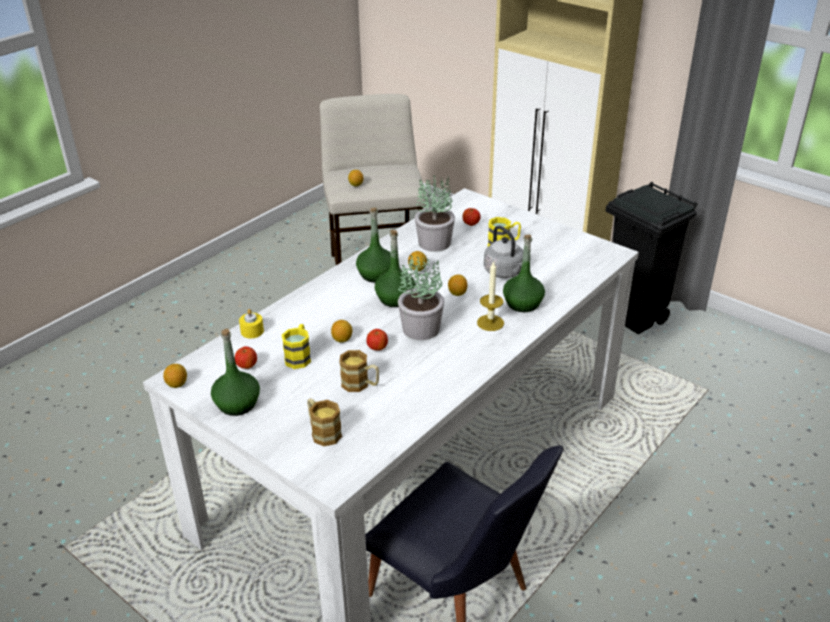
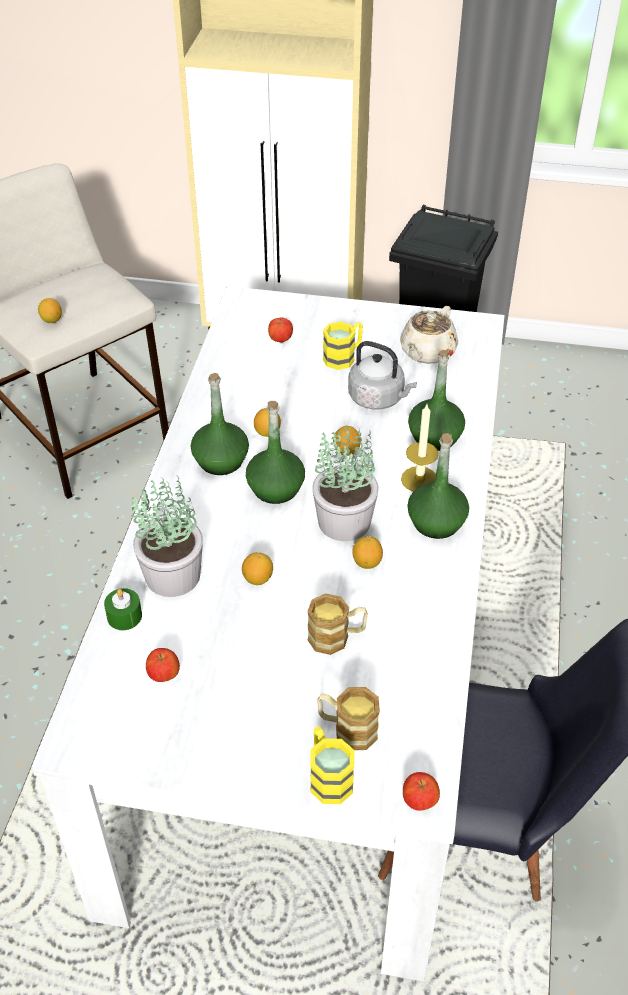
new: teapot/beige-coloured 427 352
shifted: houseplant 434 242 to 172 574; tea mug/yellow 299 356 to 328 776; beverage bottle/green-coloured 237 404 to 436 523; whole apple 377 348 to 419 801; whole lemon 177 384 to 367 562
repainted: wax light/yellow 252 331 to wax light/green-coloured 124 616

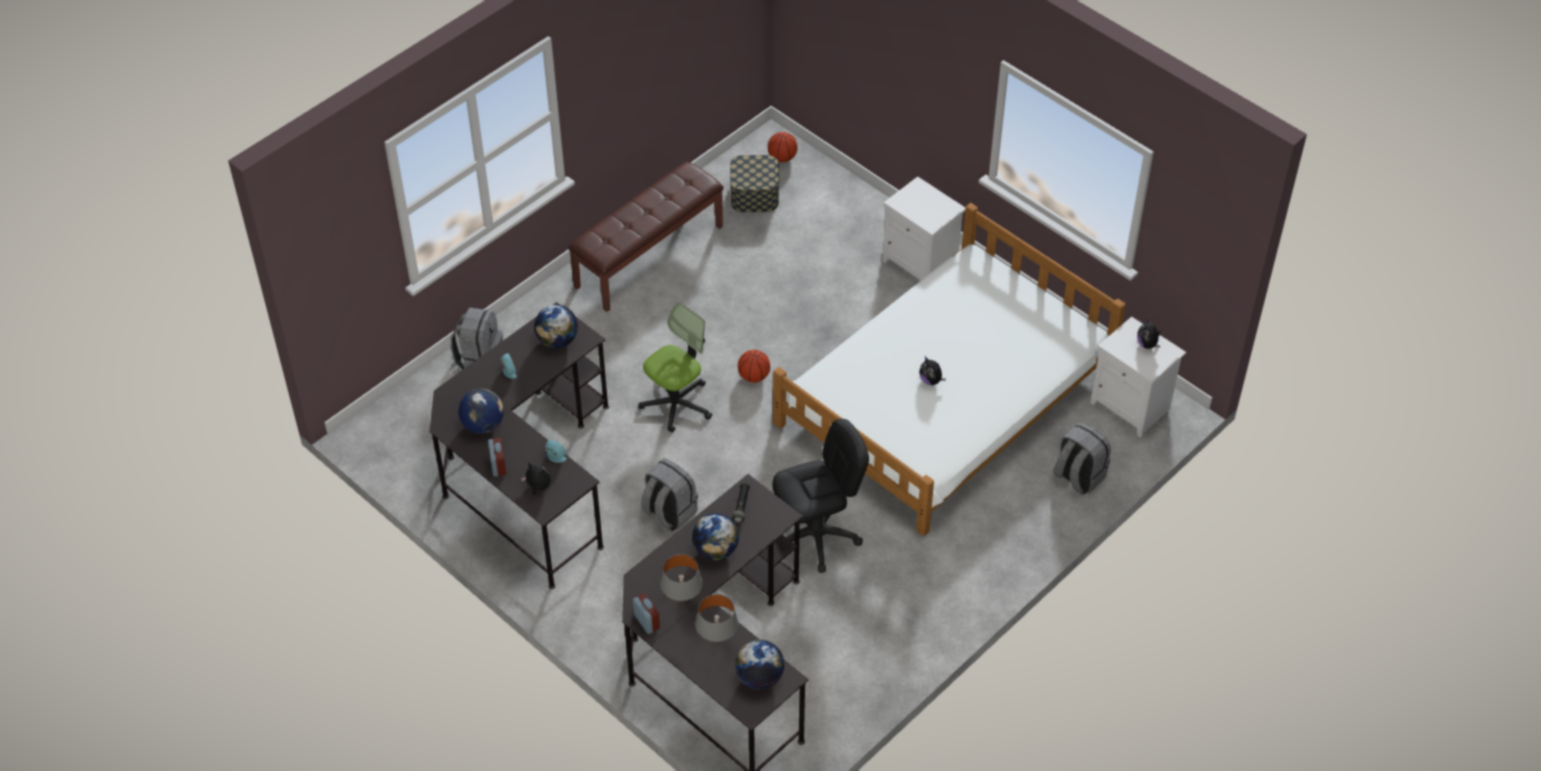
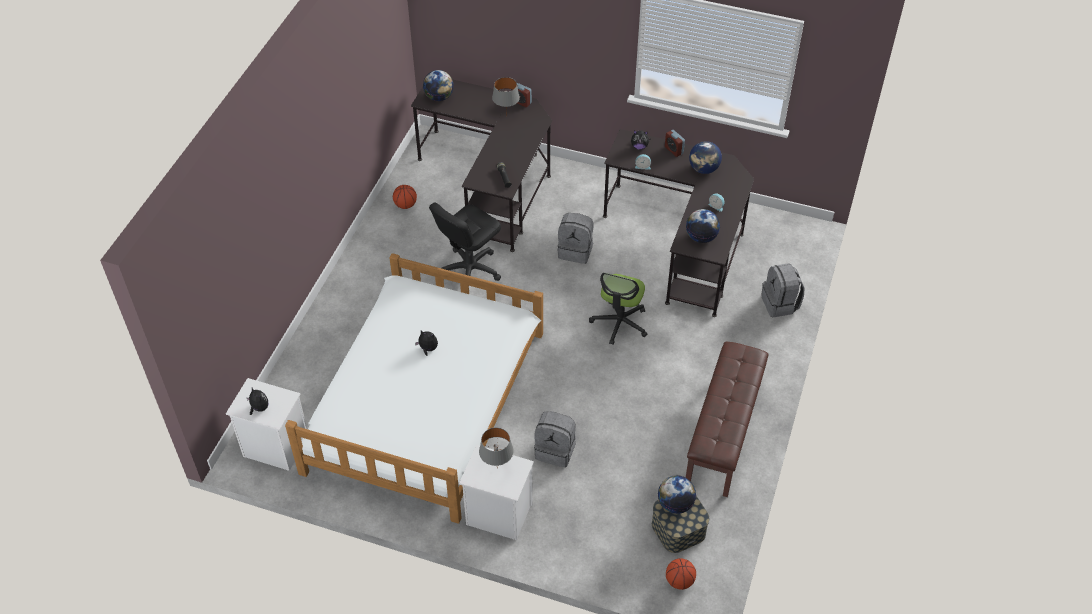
shifted: ball for basketball 754 376 to 405 205; knapsack/gray 1078 476 to 556 450; globe 715 550 to 675 504; lamp for a table/gray 717 645 to 497 468

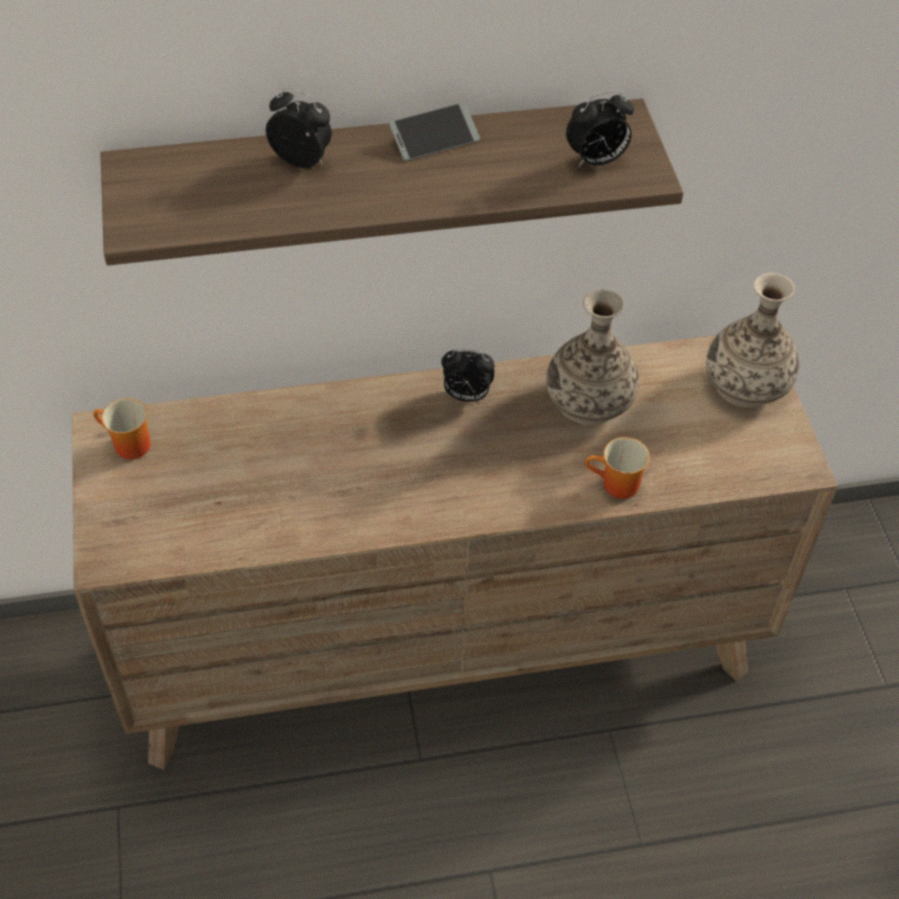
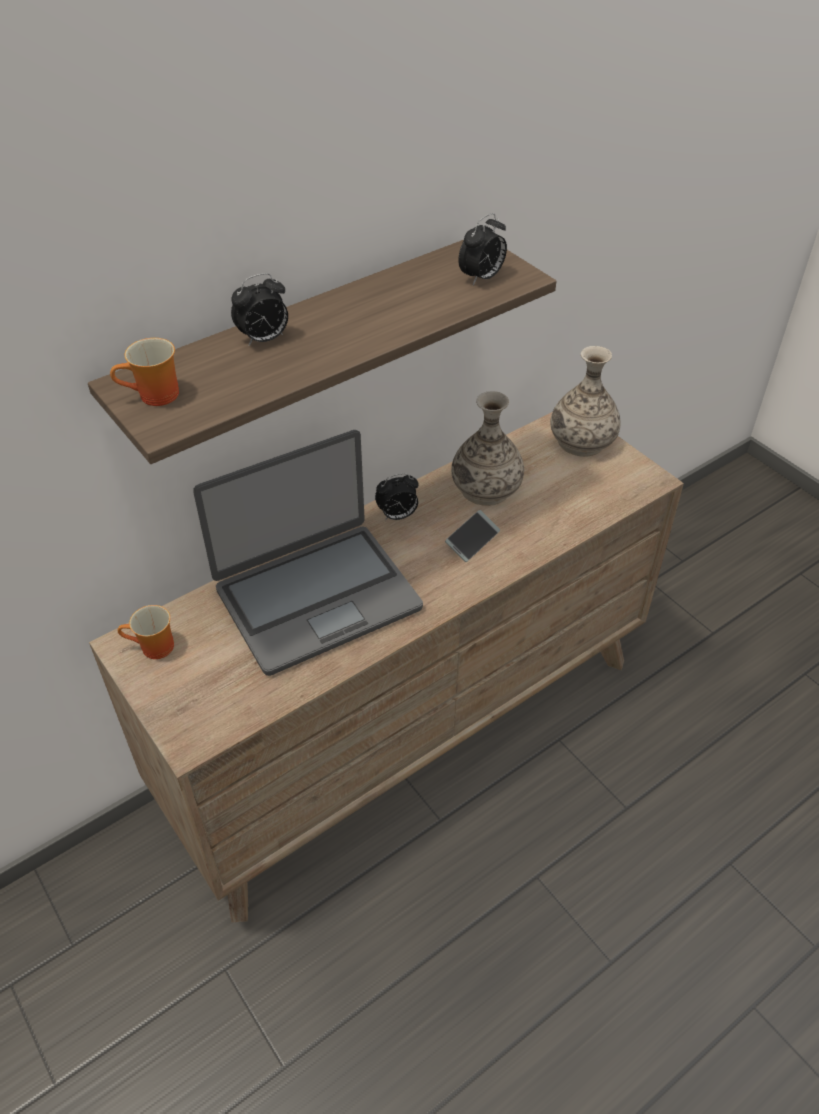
new: laptop 316 597
shifted: phone 434 139 to 472 540; tea mug 616 486 to 155 397
rotated: table clock 303 160 = 264 339 150 degrees clockwise

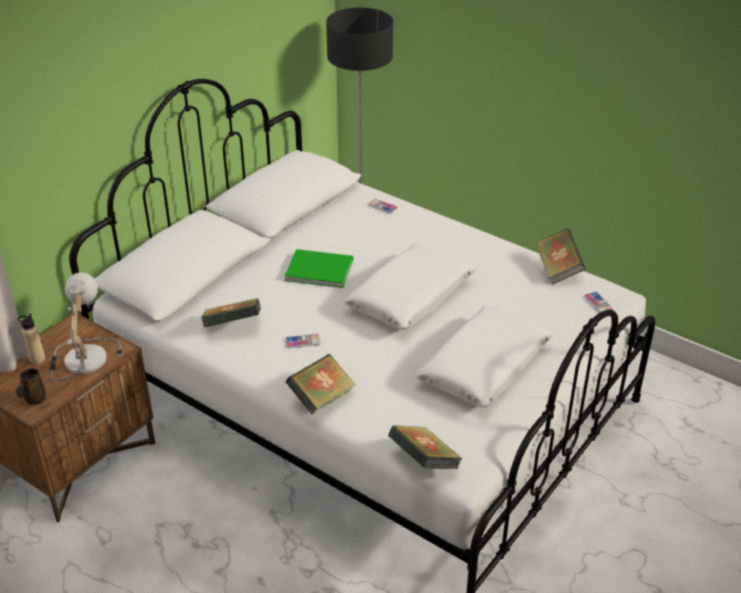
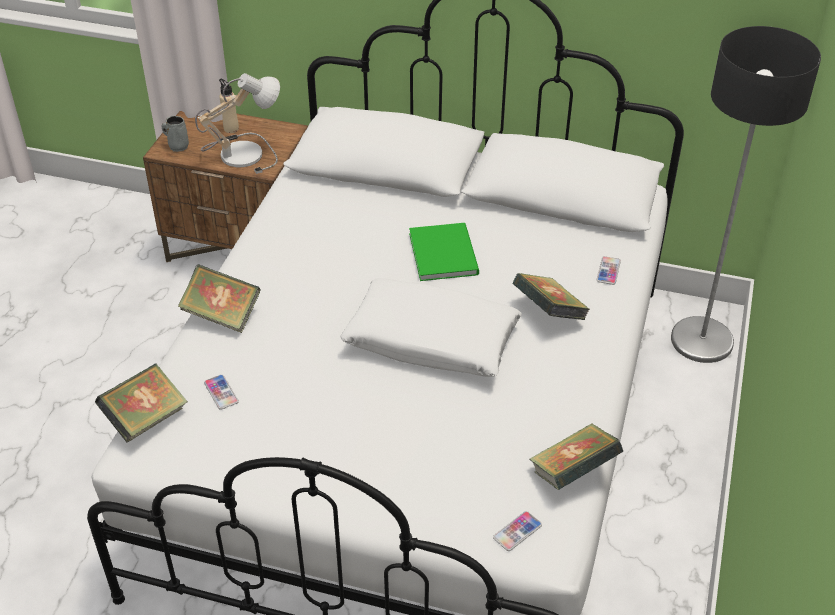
gone: pillow/white-coloured 484 367
shifted: bound book 233 326 to 549 313; phone 303 341 to 221 392
repainted: tea mug/brown-coloured 34 399 to tea mug/gray 177 146

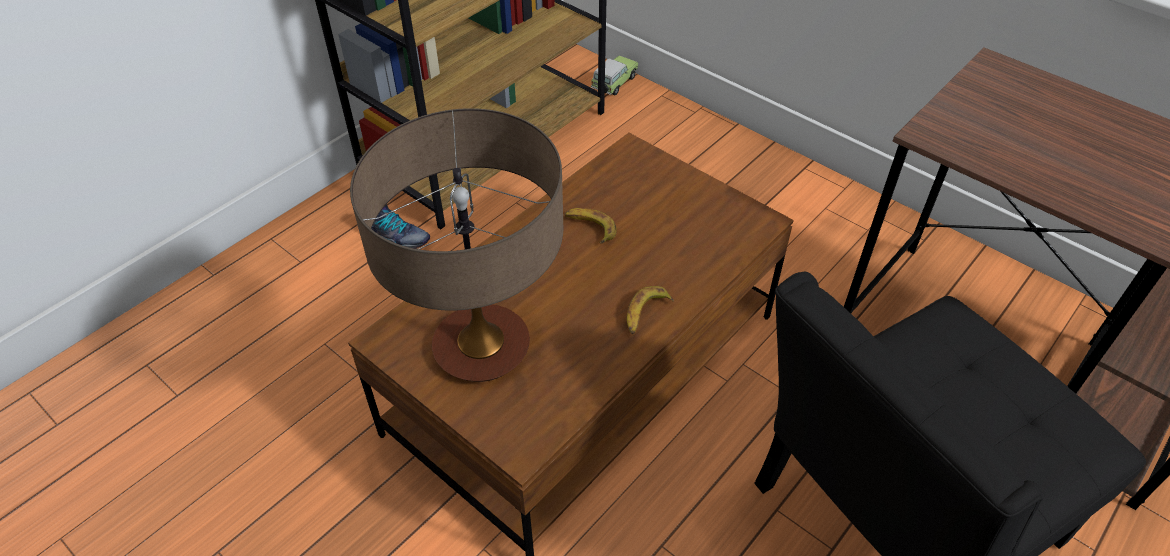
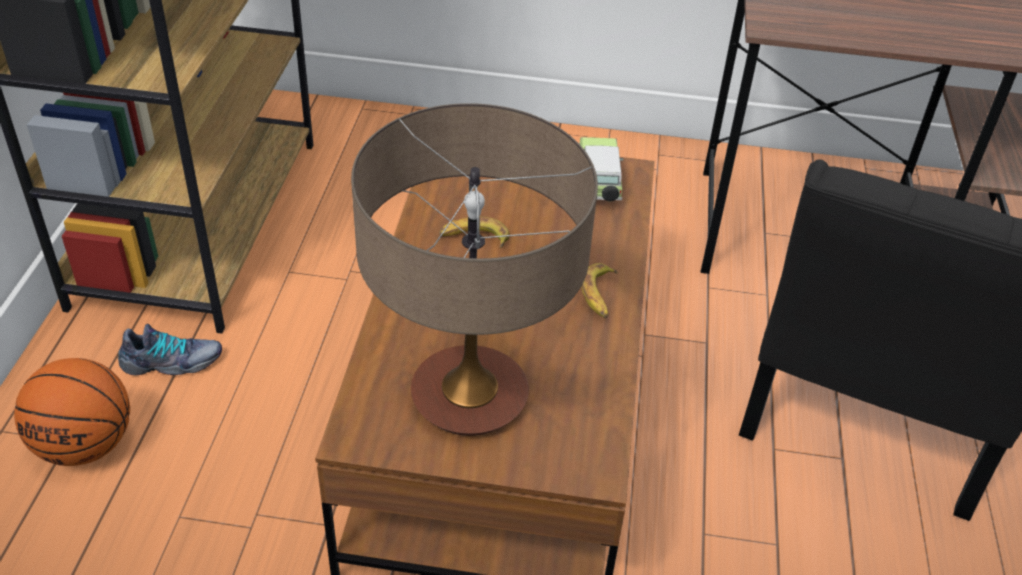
new: ball for basketball 85 445
shifted: miniature car 613 84 to 598 184

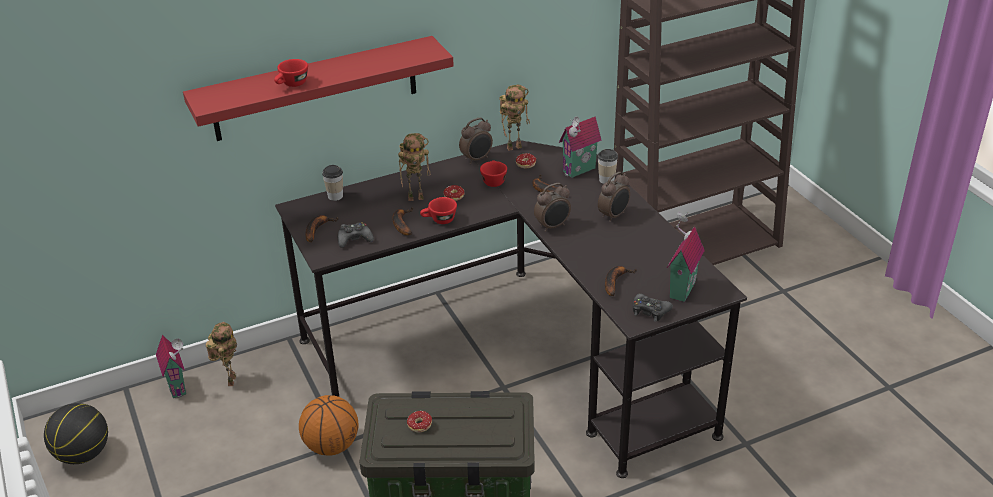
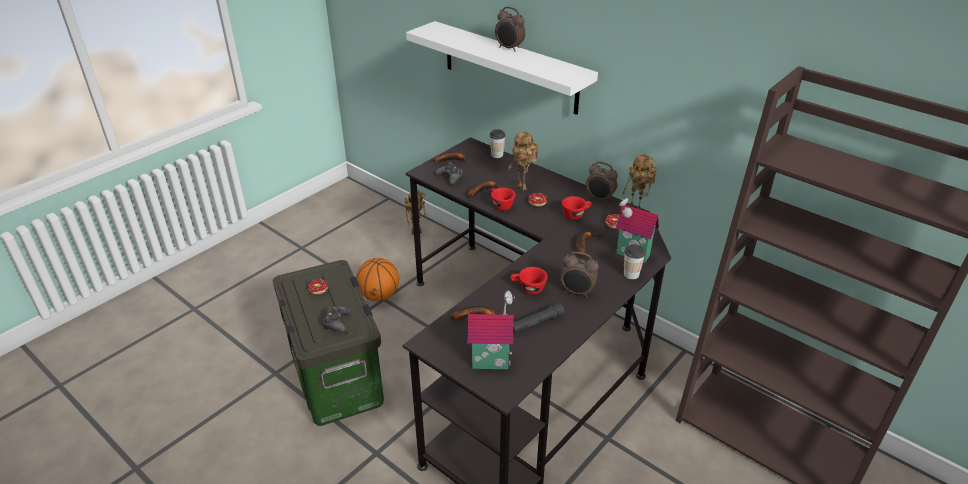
gone: toy house 178 386; ball for basketball 83 454
new: hand torch/black 536 323
shifted: cup/reddish 292 85 to 528 289; table clock 553 226 to 509 48; gamepad/black 650 311 to 336 322
repainted: bracket shelf/reddish 315 89 to bracket shelf/white-coloured 509 67

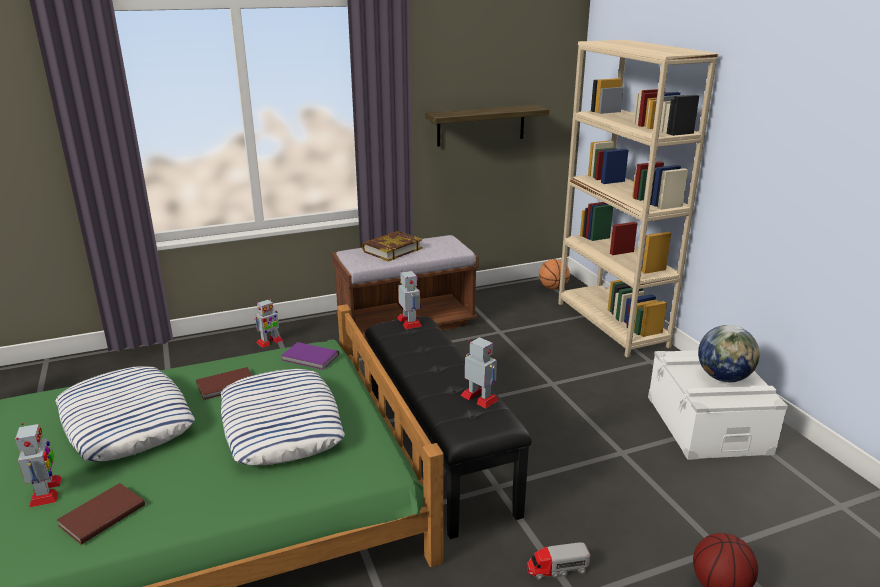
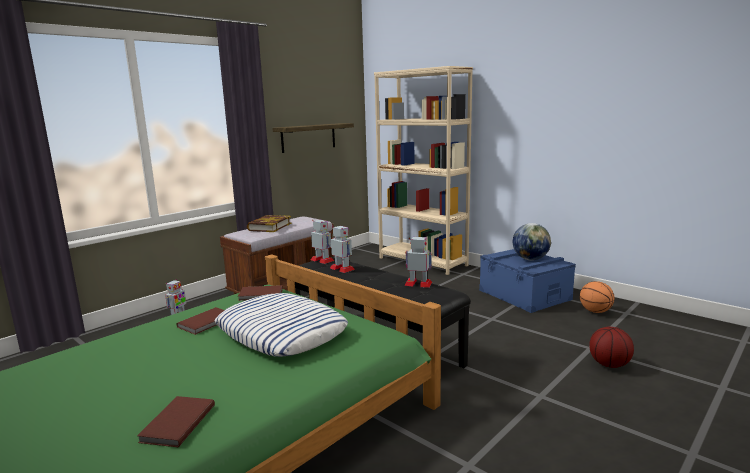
gone: pillow 126 421; model truck 557 569
shifted: ball for basketball 553 288 to 595 311; model robot 46 492 to 342 269
repainted: bound book/purplish 310 358 to bound book/brown-coloured 261 295; storage bin/white-coloured 708 424 to storage bin/bluish 524 295

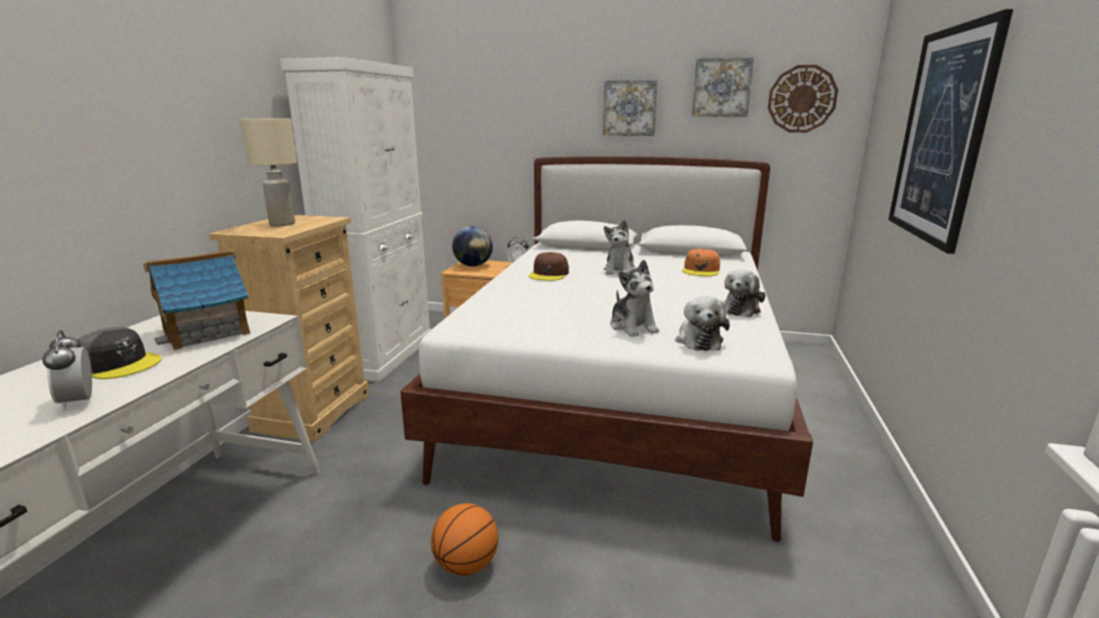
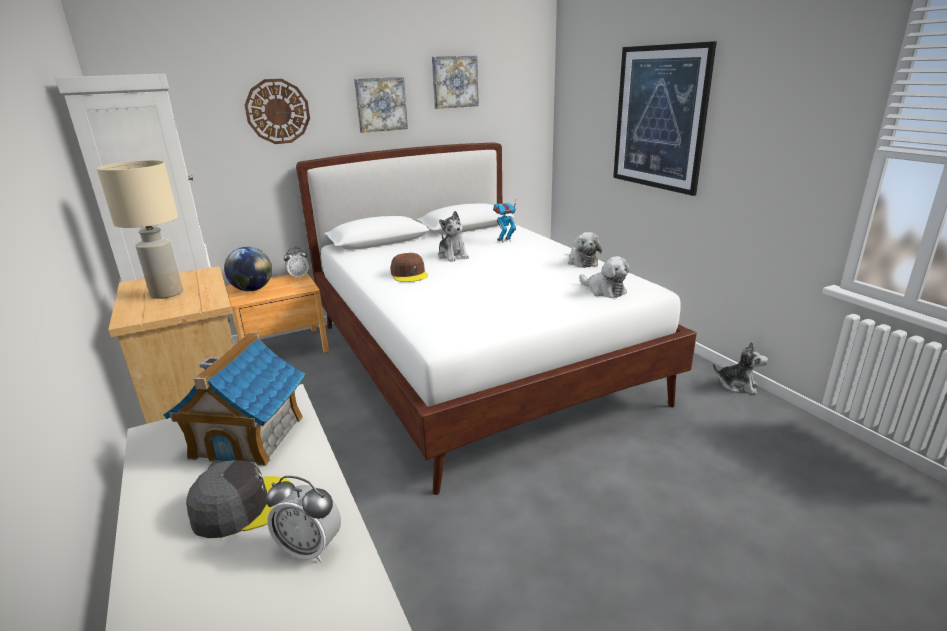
gone: ball for basketball 466 565
shifted: wall clock 802 99 to 278 111; soft toy 633 326 to 737 385
swapped: peaked cap/orangey 701 270 to model robot 504 240

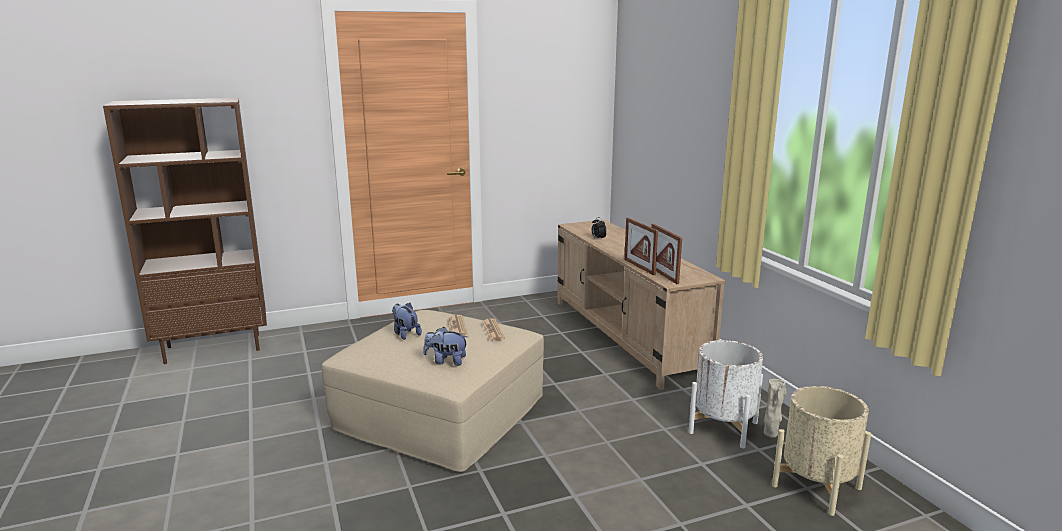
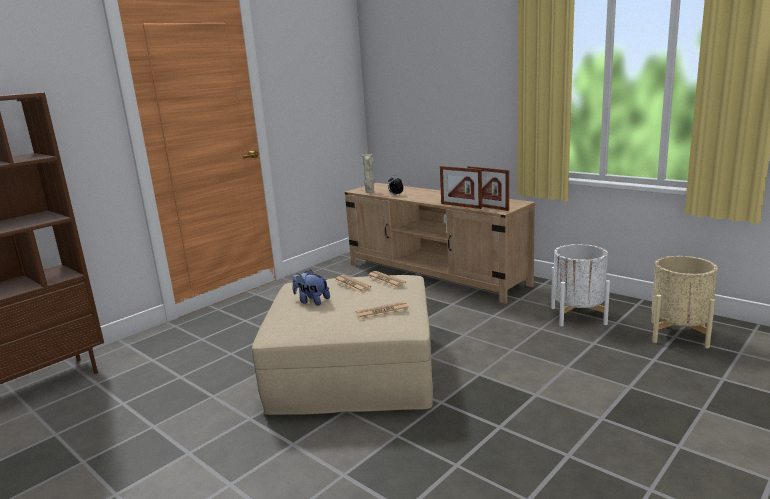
shifted: vase/beige-coloured 770 434 to 369 192
swapped: soft toy 446 361 to daily paper 382 311

